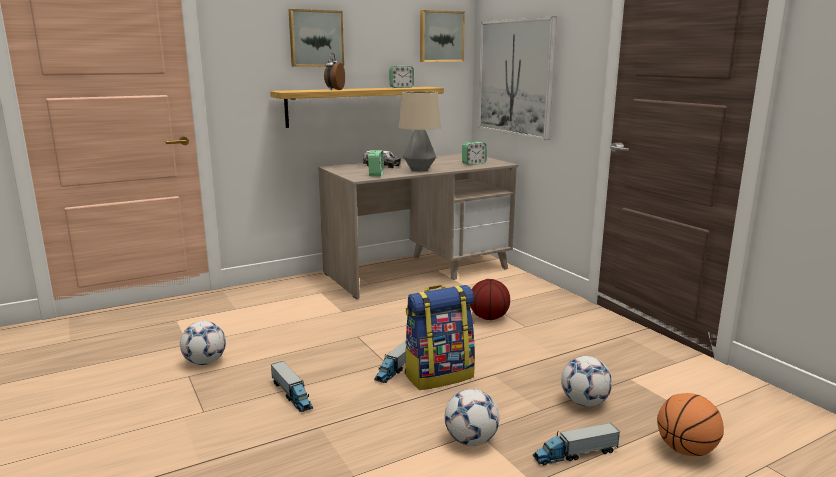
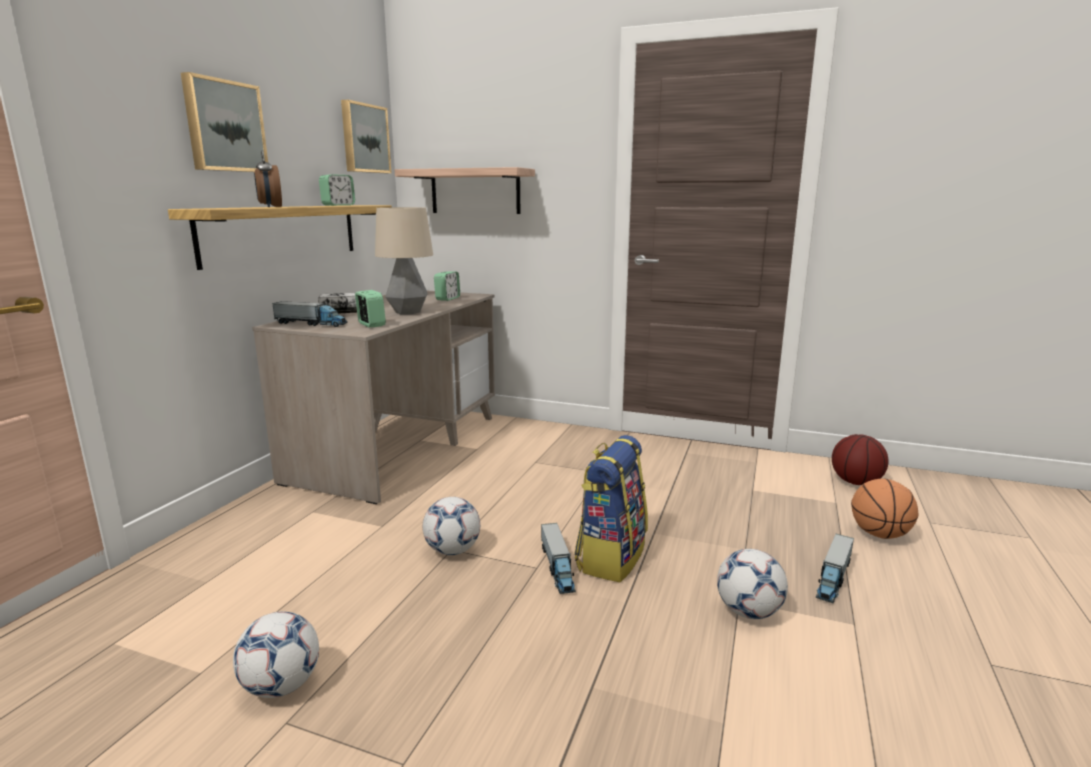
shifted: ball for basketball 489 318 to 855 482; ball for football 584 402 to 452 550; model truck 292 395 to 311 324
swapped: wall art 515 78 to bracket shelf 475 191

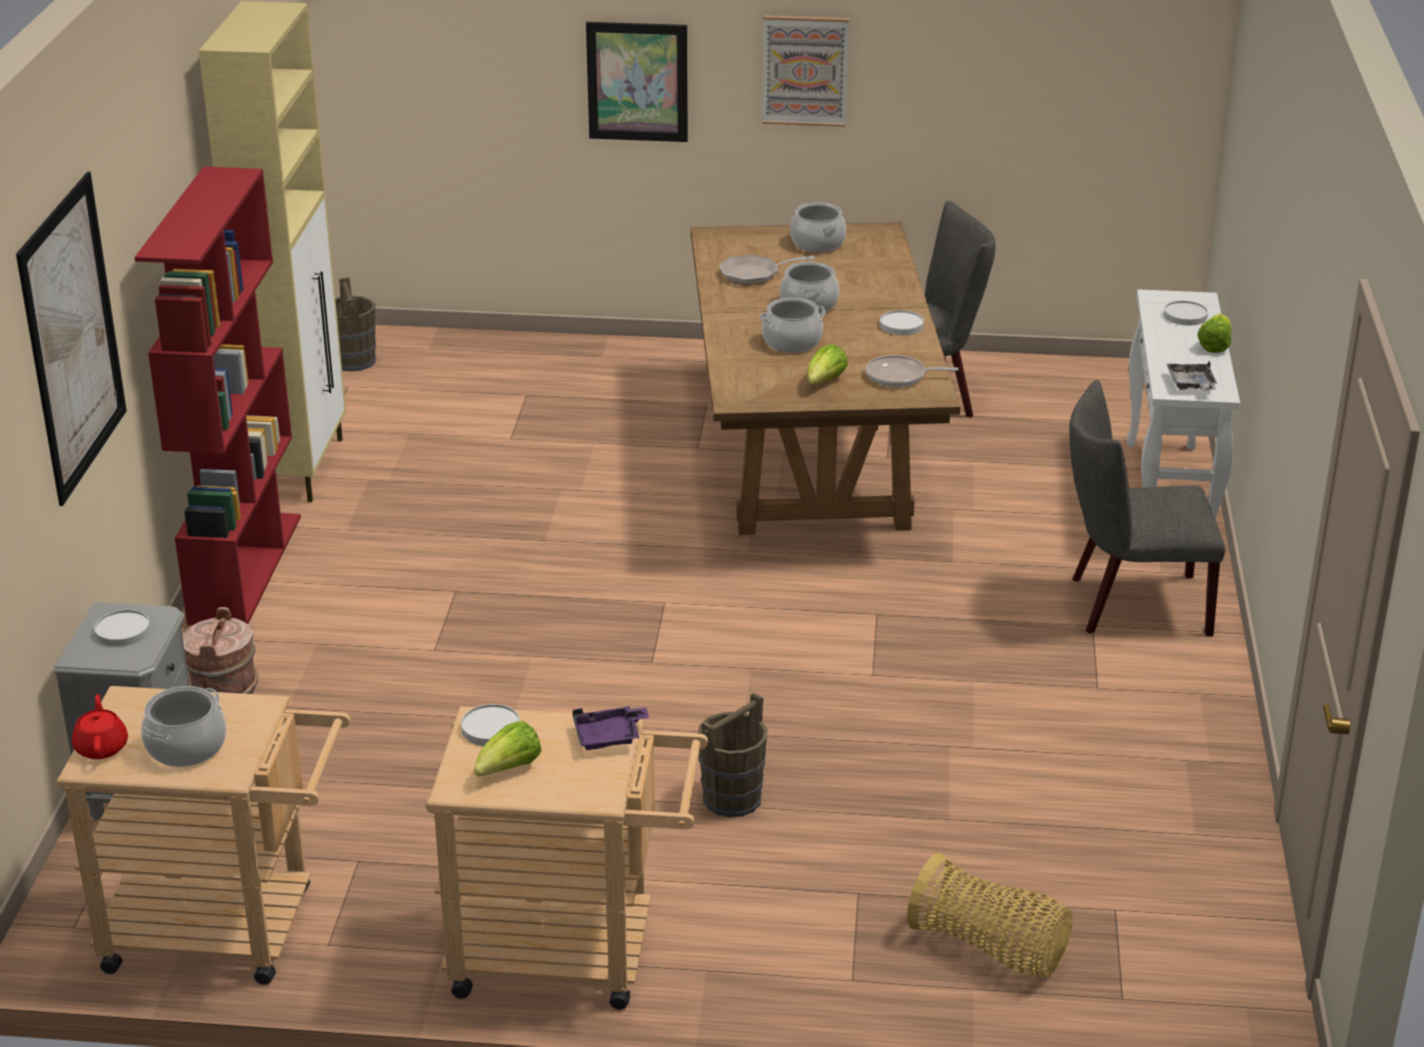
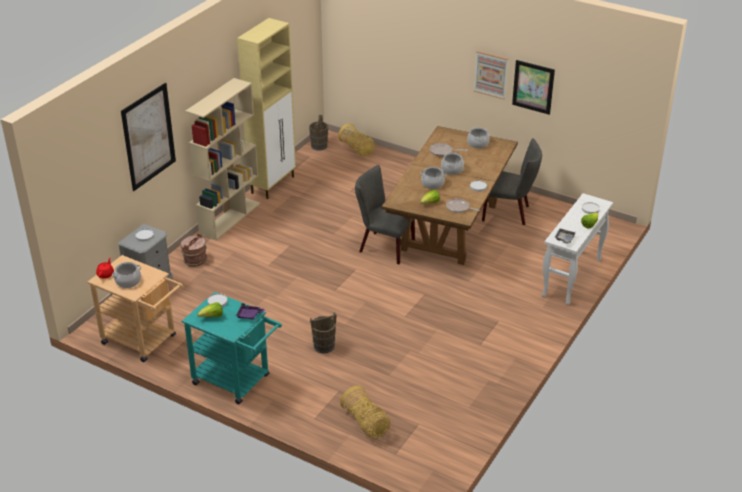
new: storage basket 357 150
shifted: wall art 637 81 to 533 87; chair/gray 1130 605 to 383 246
repainted: bookcase/reddish 245 568 to bookcase/beige-coloured 230 218; trolley/beige-coloured 572 953 to trolley/turquoise-coloured 236 381

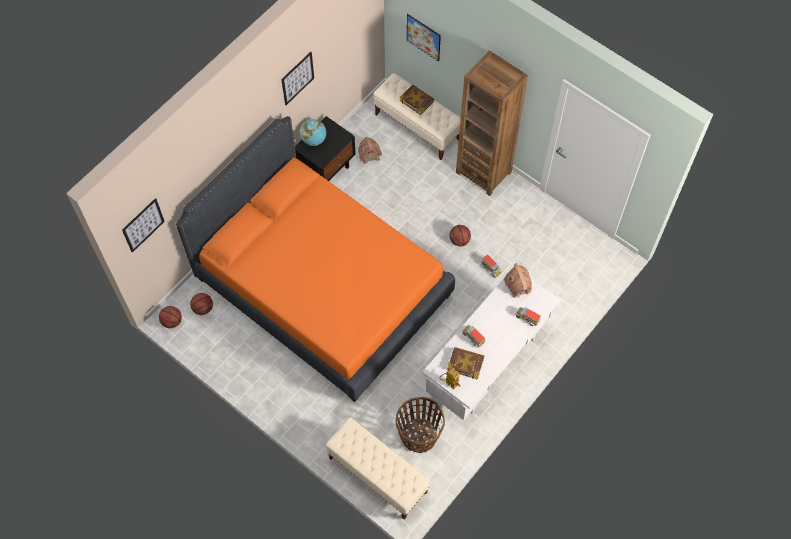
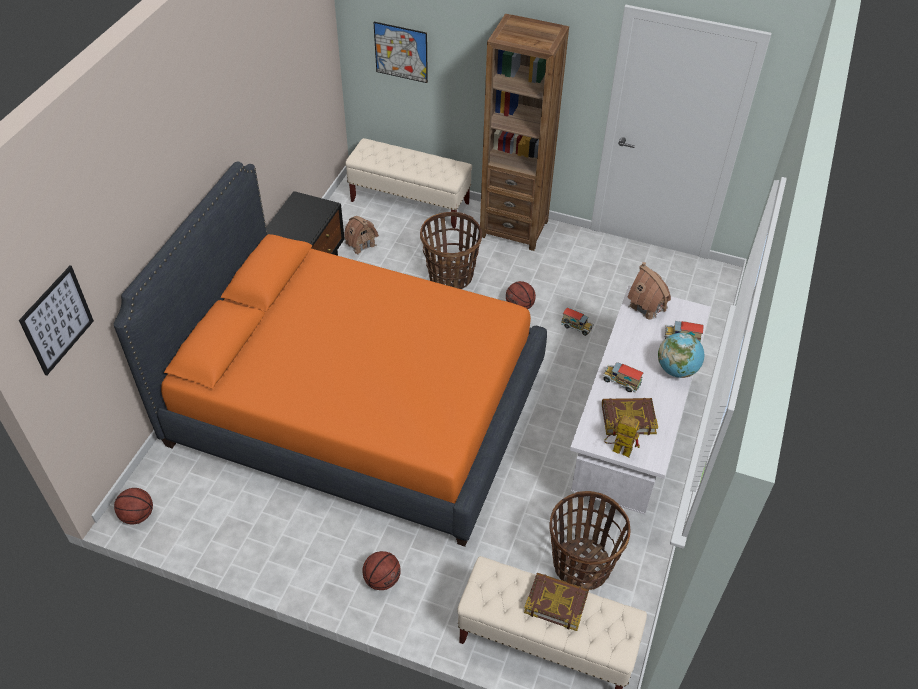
gone: wall art 297 78
new: storage basket 451 276
shifted: bound book 416 100 to 556 602; globe 314 140 to 677 370; ball for basketball 203 308 to 382 579

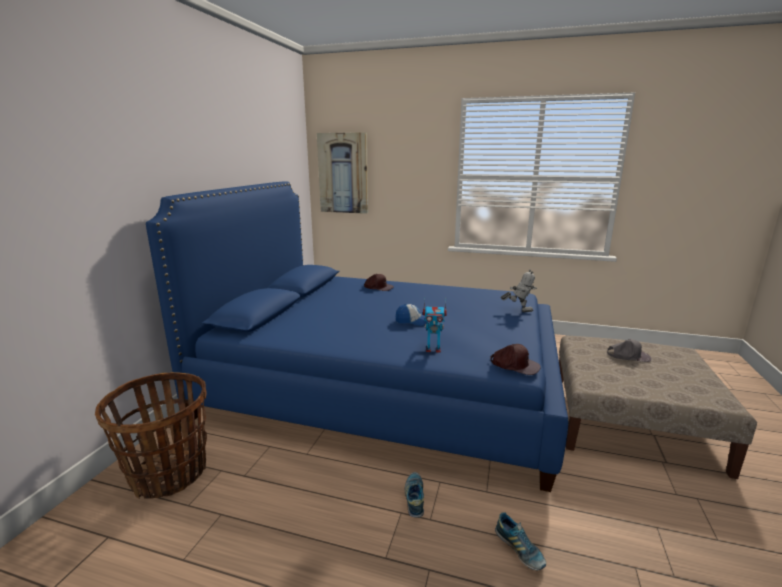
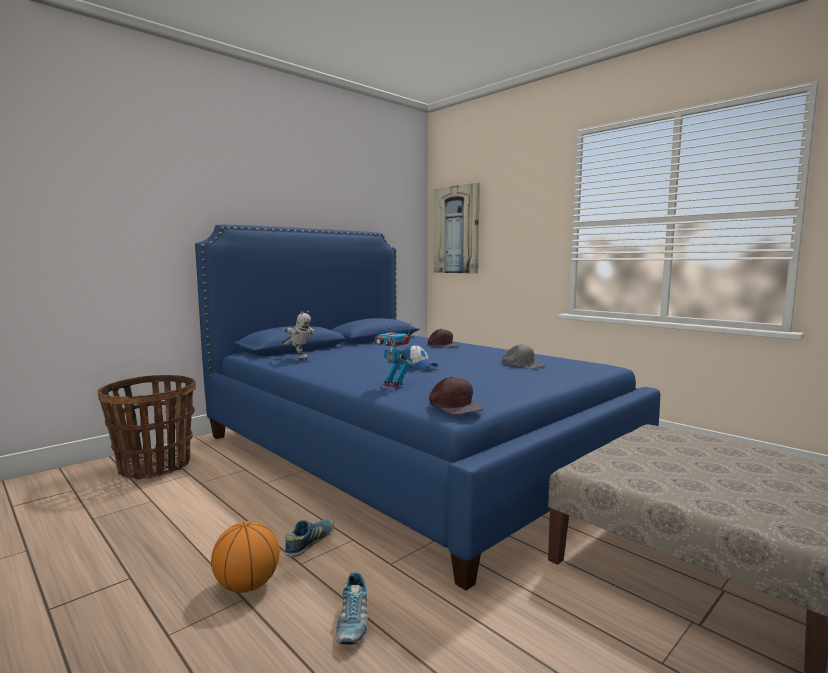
new: ball for basketball 247 585
shifted: model robot 518 310 to 299 358; peaked cap/gray 628 355 to 522 364

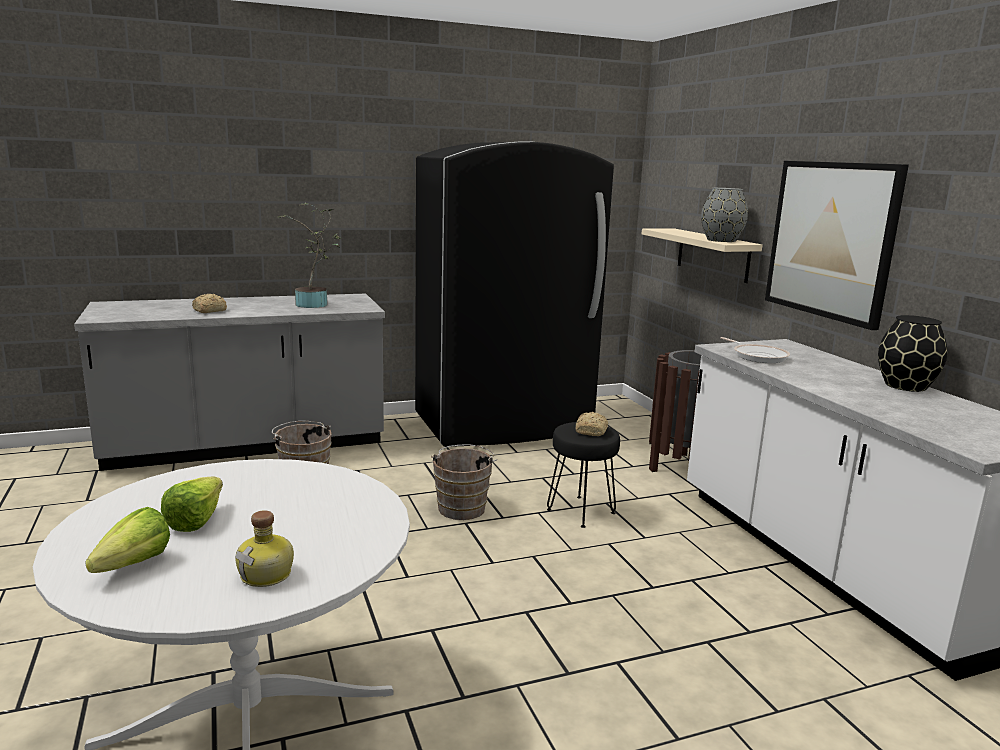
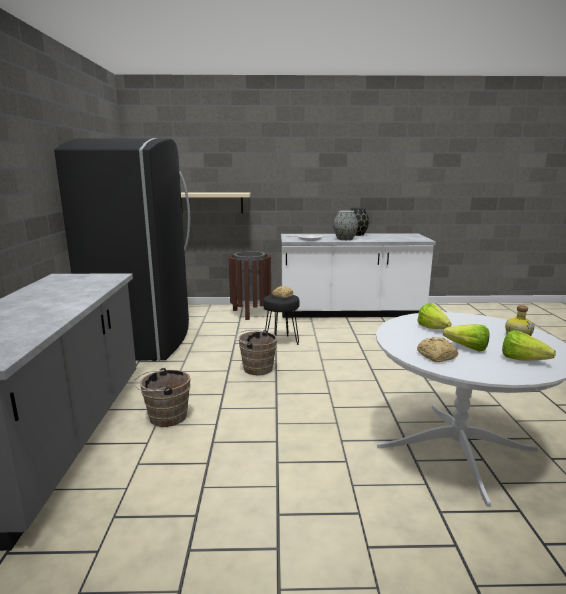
gone: wall art 831 240; houseplant 315 305
new: lettuce 434 330
shifted: vase/gray 720 240 to 344 239; bakery bread 208 311 to 436 357

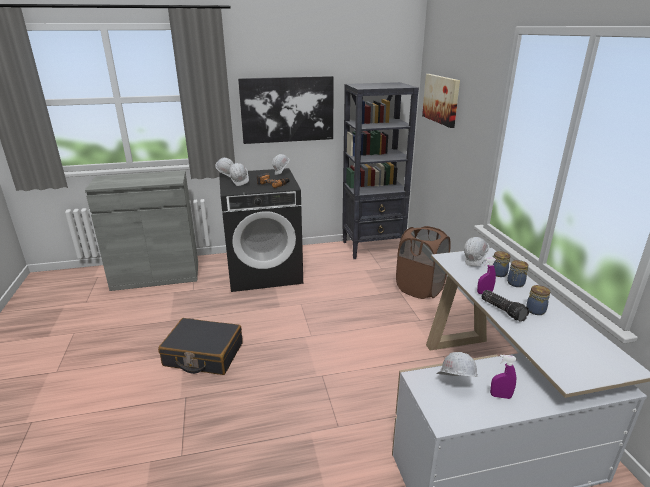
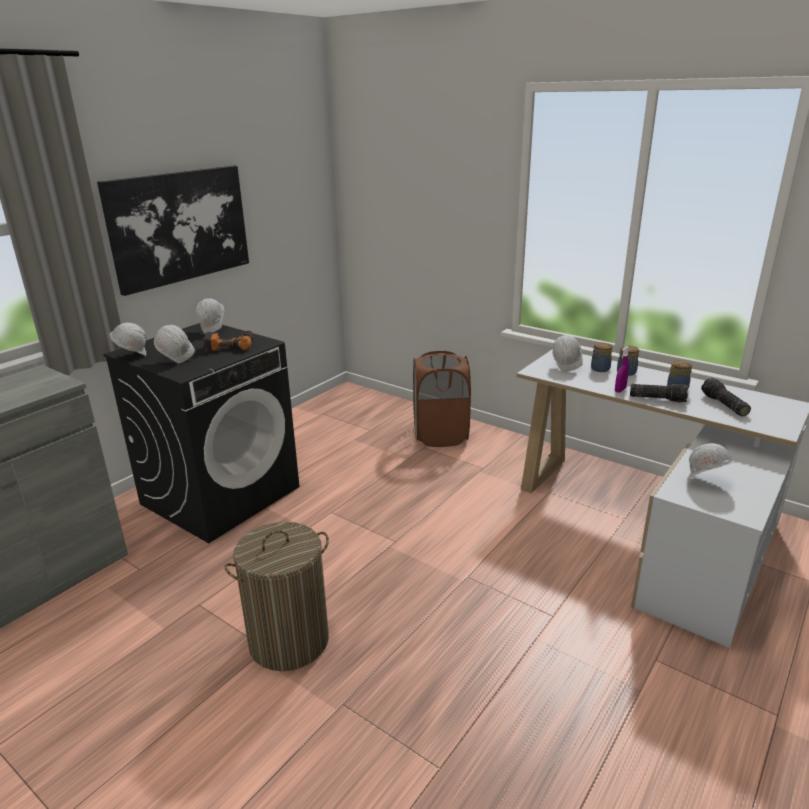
gone: wall art 441 99; bookcase/black 373 248; spray bottle/purplish 500 396
new: hand torch 723 405
swapped: travel case/black 203 355 to laundry basket 289 640

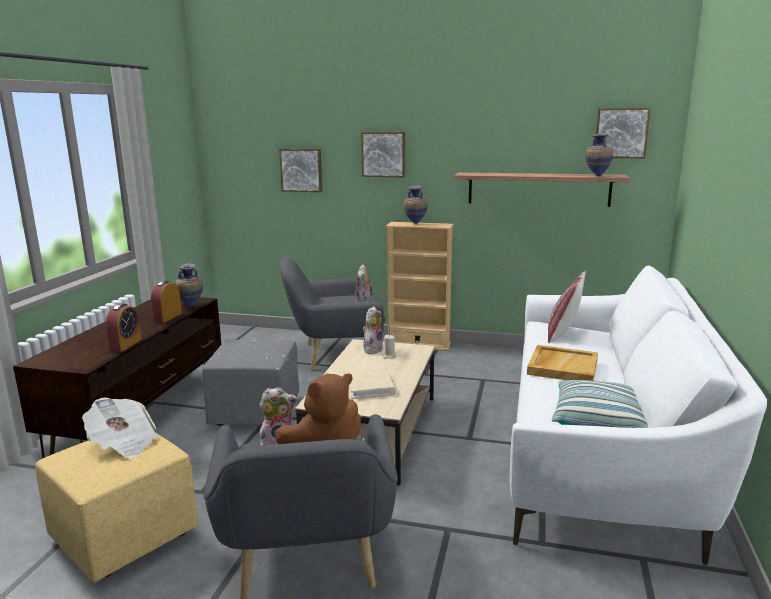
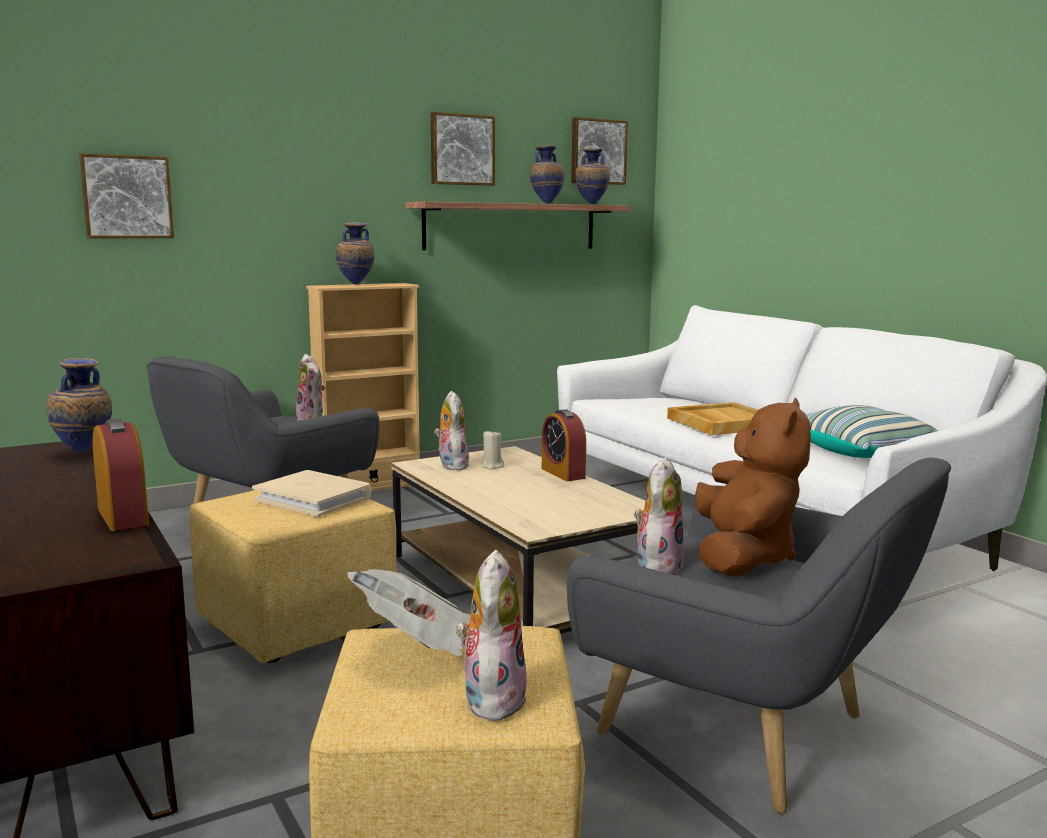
gone: pillow 563 333
new: vase 546 203; soft toy 491 698
shifted: wall art 384 154 to 461 150; table clock 167 317 to 563 473; bound book/beige-coloured 369 385 to 313 498
repainted: footrest/gray 257 412 to footrest/yellow 300 626

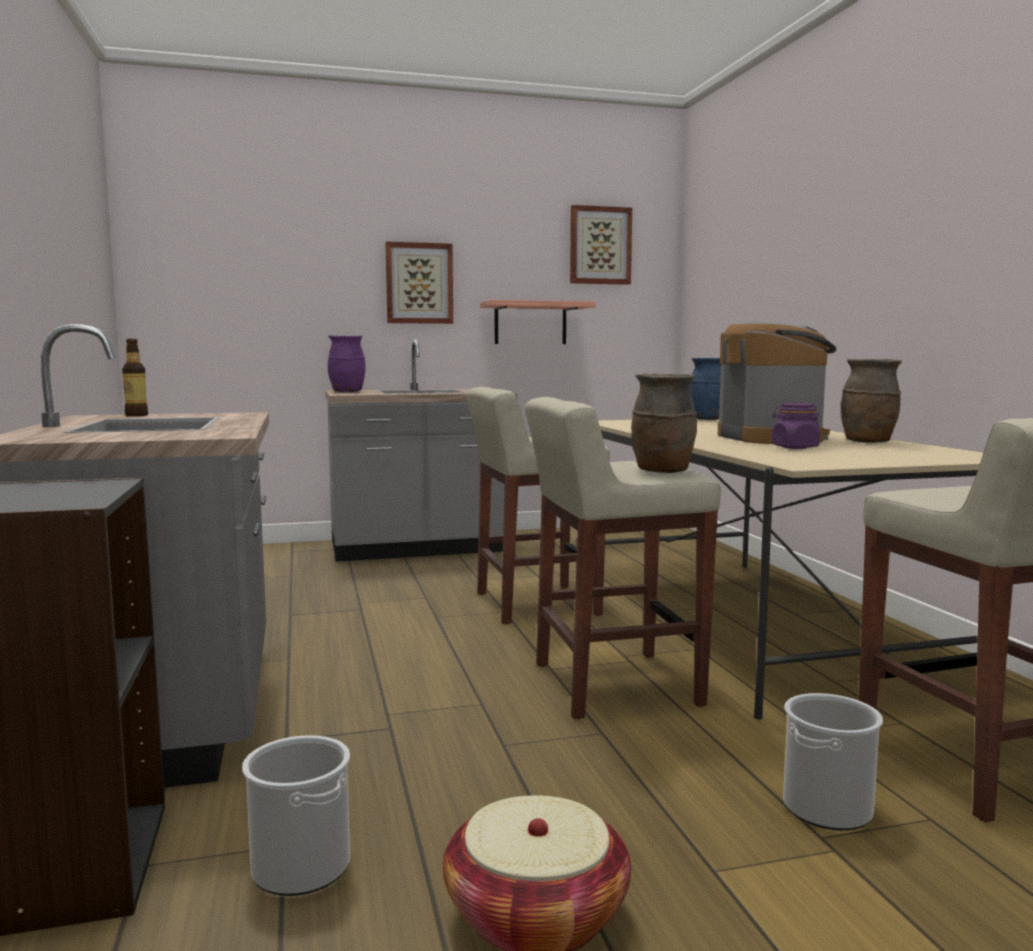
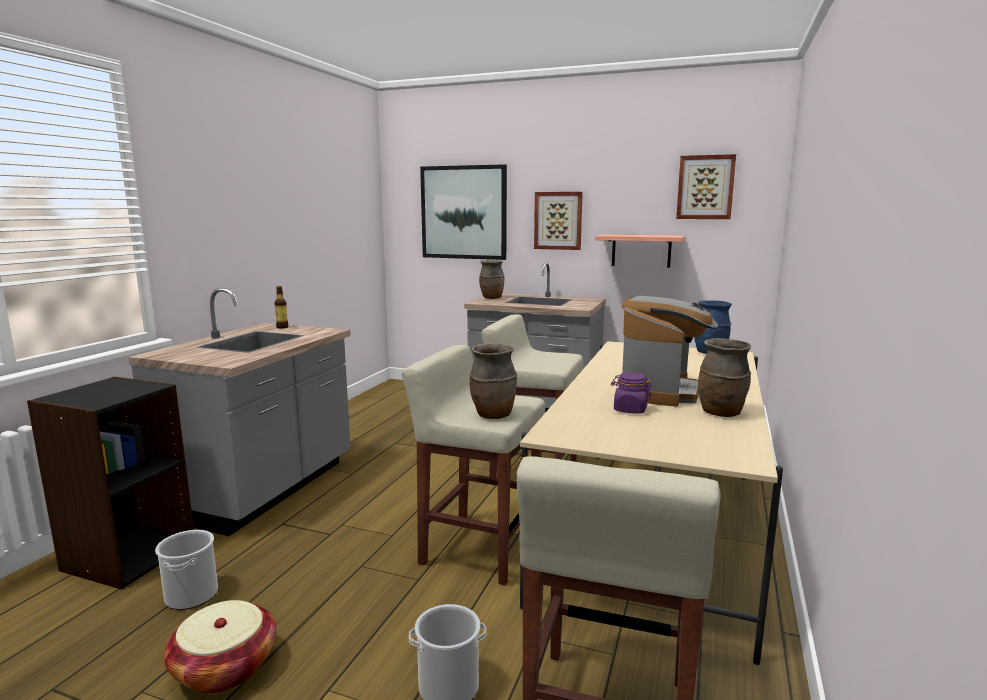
new: wall art 463 212
repainted: vase/purplish 347 392 to vase/brown-coloured 492 298

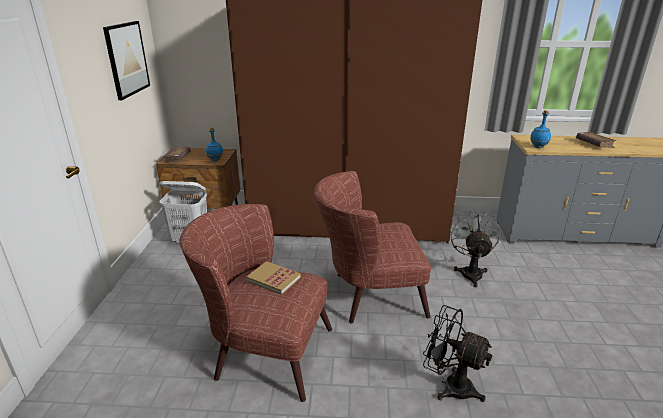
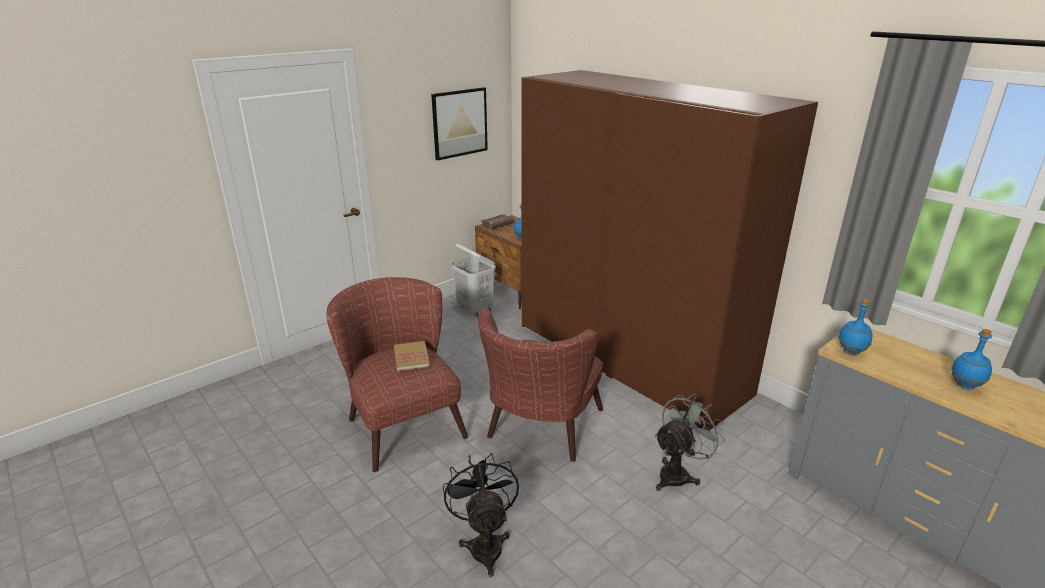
swapped: bound book/brown-coloured 594 144 to beverage bottle/bluish 965 385
rotated: armchair/brown-coloured 368 295 = 539 431 105 degrees counterclockwise

